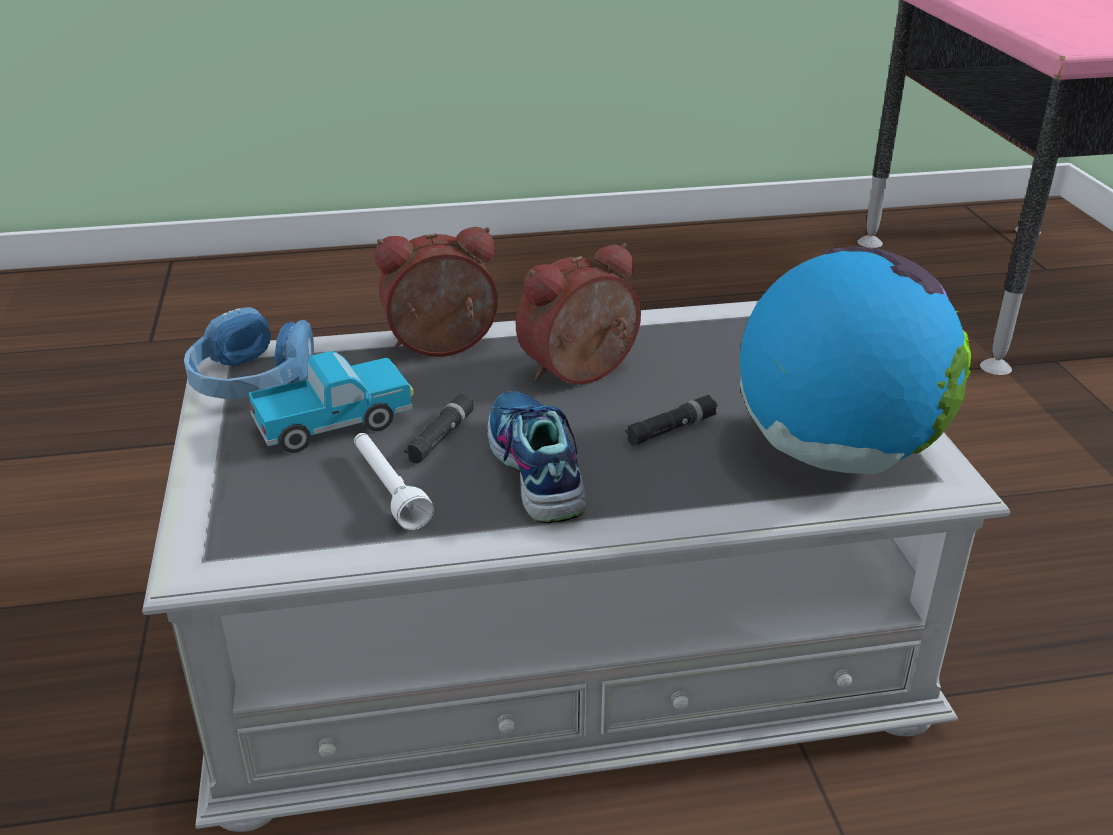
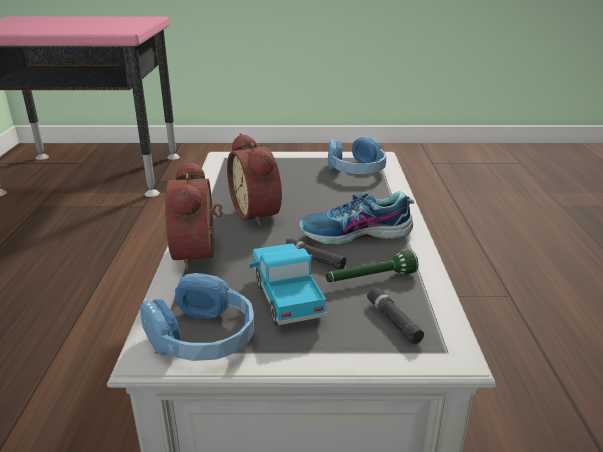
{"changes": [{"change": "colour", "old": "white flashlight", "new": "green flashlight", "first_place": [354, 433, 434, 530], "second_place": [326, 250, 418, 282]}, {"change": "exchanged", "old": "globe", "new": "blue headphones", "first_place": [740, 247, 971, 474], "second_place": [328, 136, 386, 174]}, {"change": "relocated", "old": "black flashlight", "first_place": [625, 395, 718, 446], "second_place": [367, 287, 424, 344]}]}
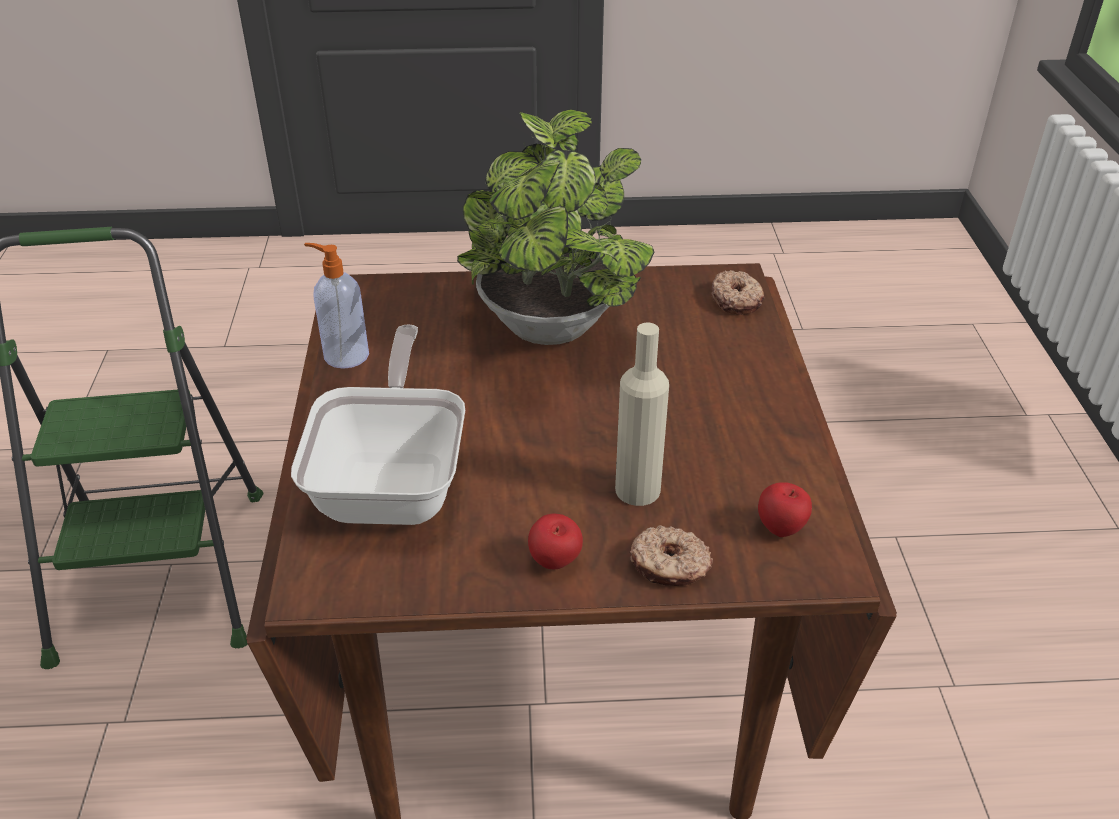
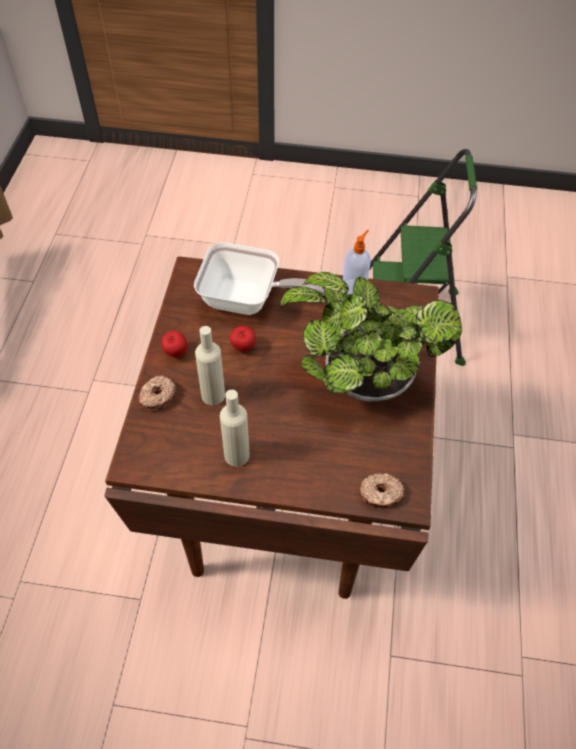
{"changes": [{"change": "appeared", "new": "beige bottle", "second_place": [220, 389, 250, 467]}, {"change": "relocated", "old": "apple", "first_place": [758, 482, 812, 537], "second_place": [230, 326, 256, 351]}]}
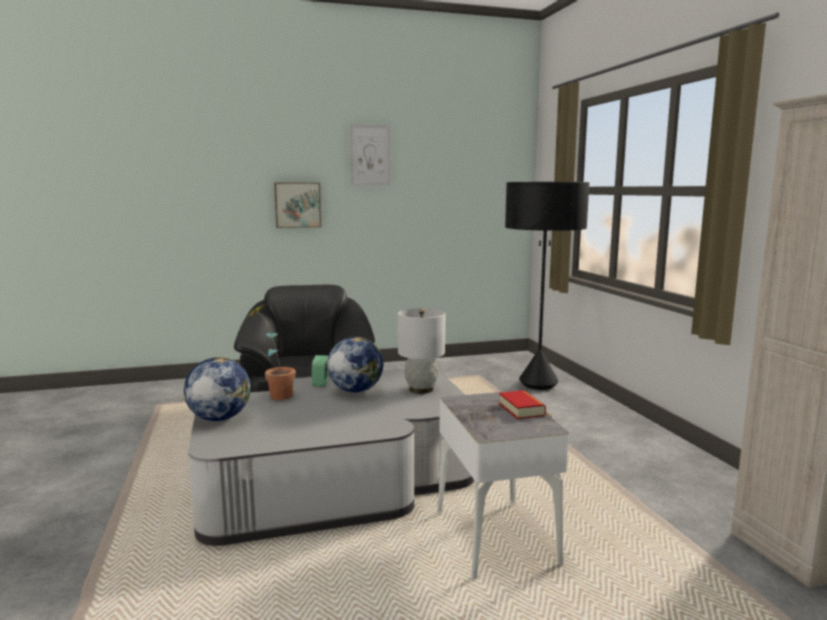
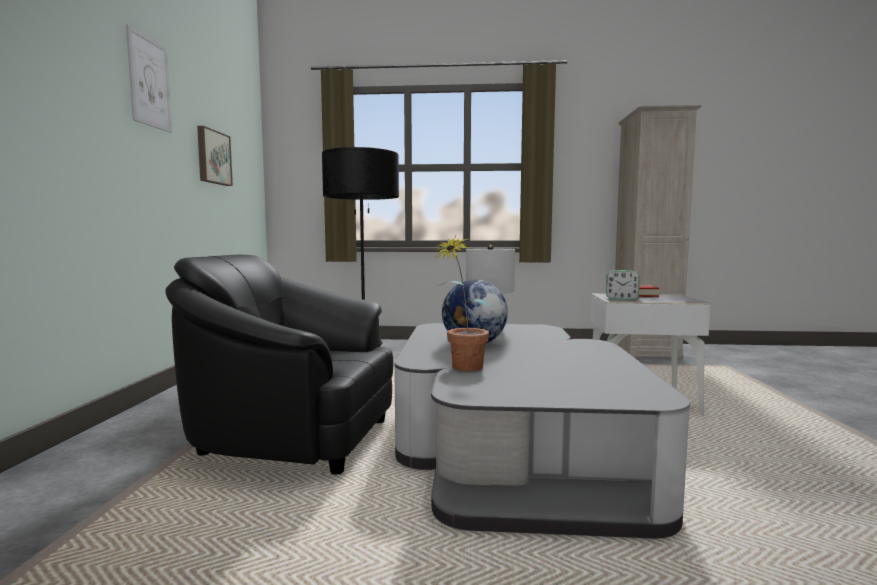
{"changes": [{"change": "relocated", "old": "picture", "first_place": [274, 183, 321, 228], "second_place": [197, 126, 233, 186]}, {"change": "relocated", "old": "alarm clock", "first_place": [312, 355, 329, 386], "second_place": [606, 270, 640, 300]}, {"change": "missing", "old": "globe", "first_place": [184, 357, 251, 421]}]}
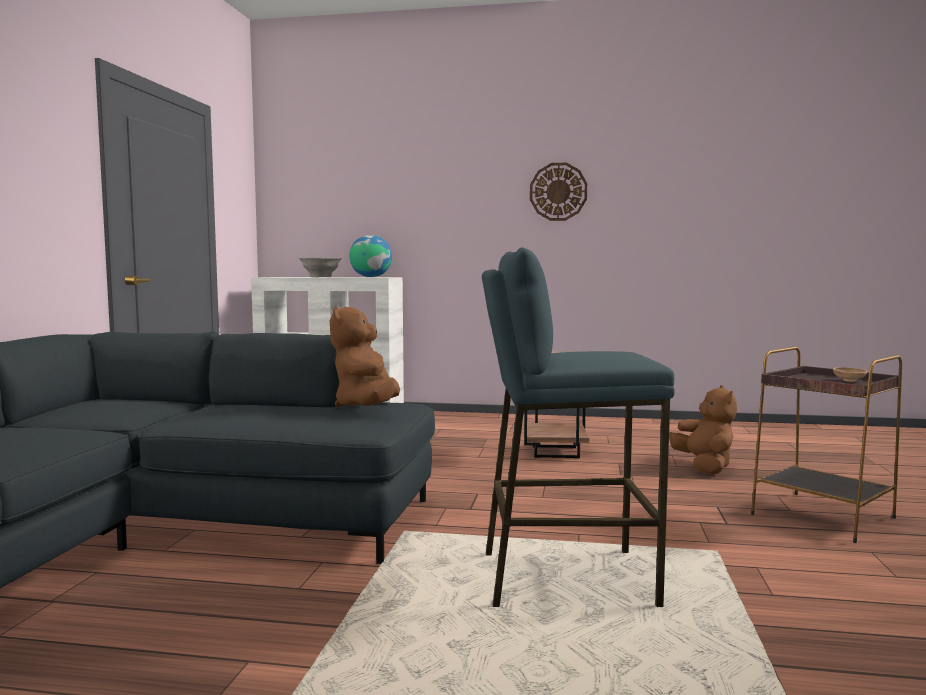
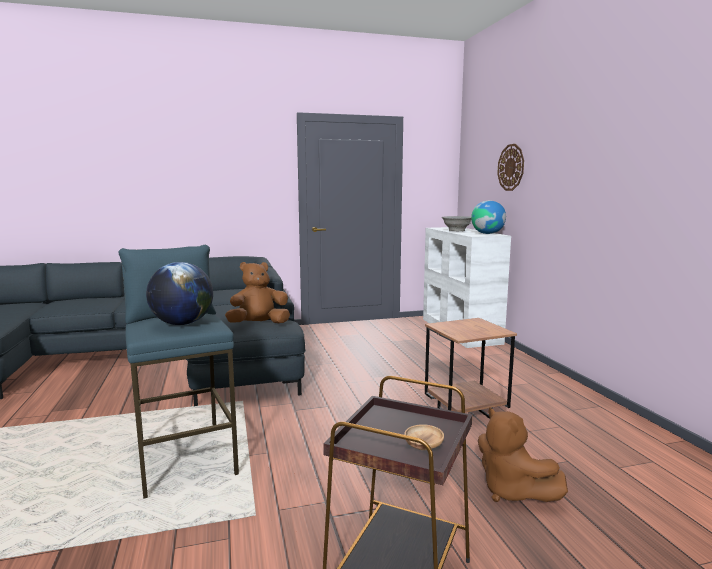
{"changes": [{"change": "appeared", "new": "globe", "second_place": [146, 262, 213, 325]}, {"change": "spun", "old": "brown plush toy", "first_place": [669, 385, 737, 474], "second_place": [478, 407, 568, 502], "degrees": 90}, {"change": "relocated", "old": "wall clock", "first_place": [530, 163, 587, 221], "second_place": [497, 144, 524, 191]}]}
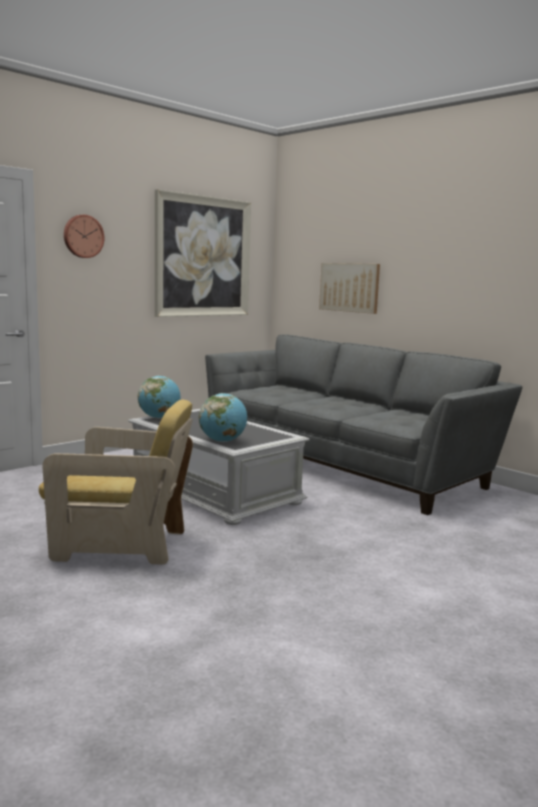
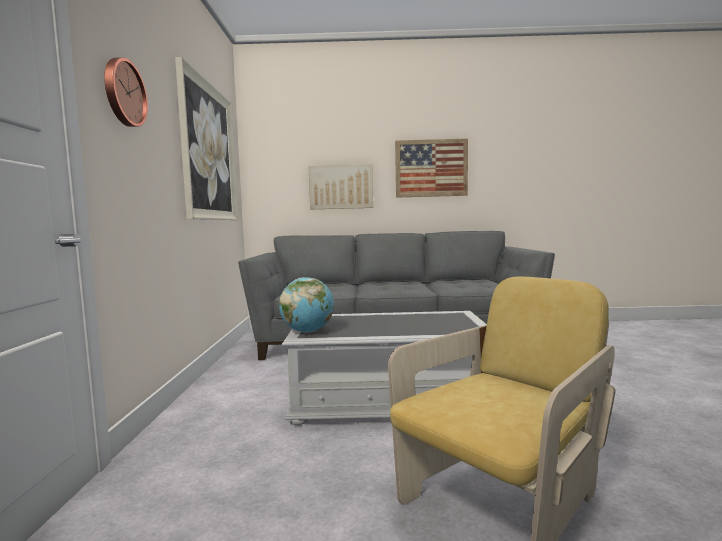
{"changes": [{"change": "appeared", "new": "picture", "second_place": [395, 139, 468, 198]}, {"change": "missing", "old": "globe", "first_place": [199, 393, 247, 442]}]}
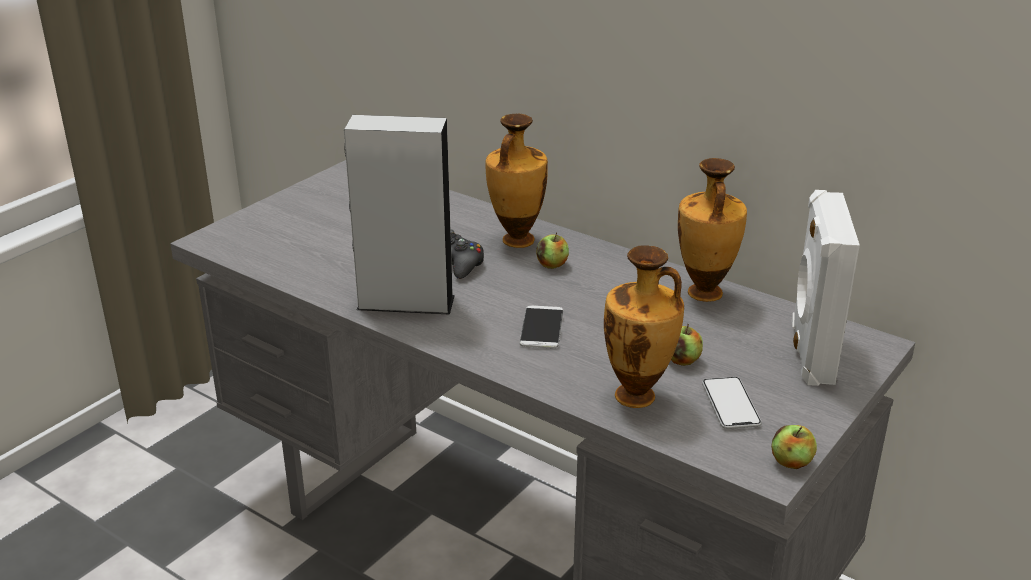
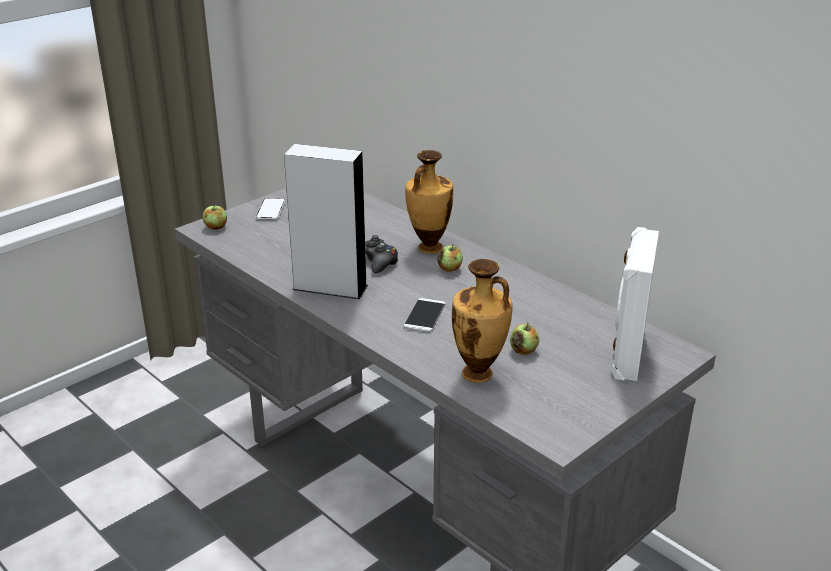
{"changes": [{"change": "relocated", "old": "apple", "first_place": [771, 425, 817, 469], "second_place": [202, 205, 227, 230]}, {"change": "relocated", "old": "phone", "first_place": [702, 377, 762, 429], "second_place": [255, 198, 286, 220]}, {"change": "missing", "old": "vase", "first_place": [678, 158, 747, 302]}]}
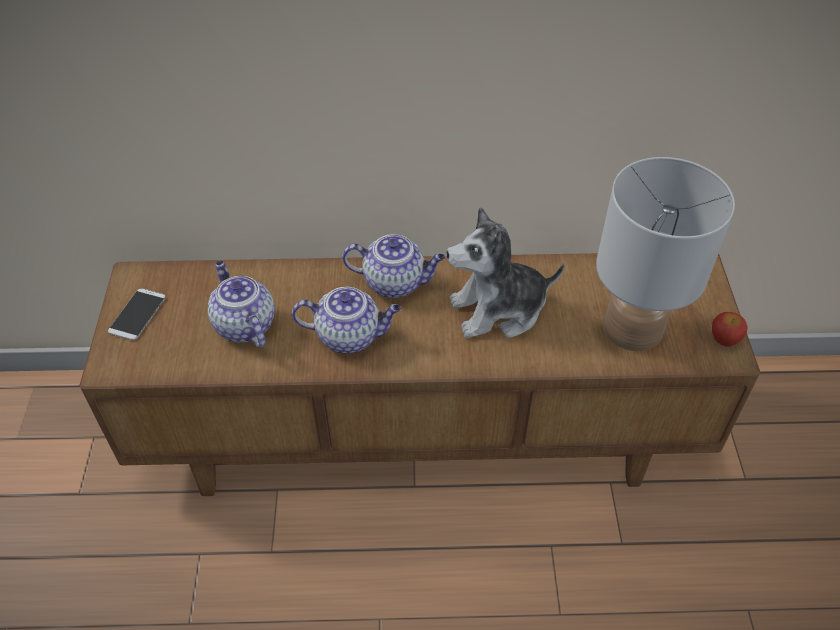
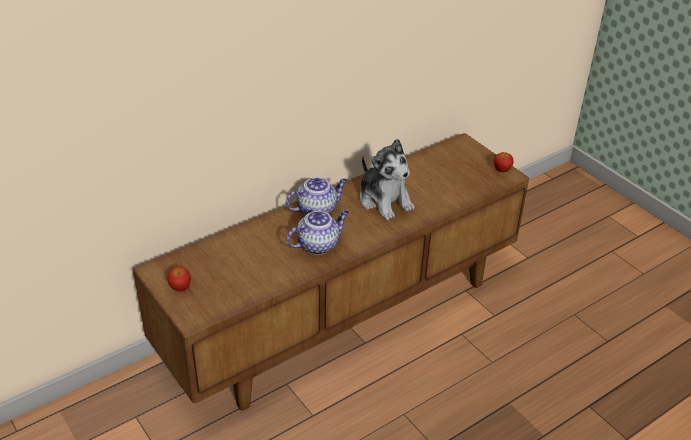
{"changes": [{"change": "exchanged", "old": "phone", "new": "apple", "first_place": [108, 288, 166, 340], "second_place": [167, 267, 191, 291]}, {"change": "spun", "old": "plush toy", "first_place": [447, 207, 565, 338], "second_place": [360, 139, 414, 220], "degrees": -75}, {"change": "missing", "old": "teapot", "first_place": [208, 261, 275, 348]}, {"change": "missing", "old": "grey table lamp", "first_place": [596, 157, 735, 351]}]}
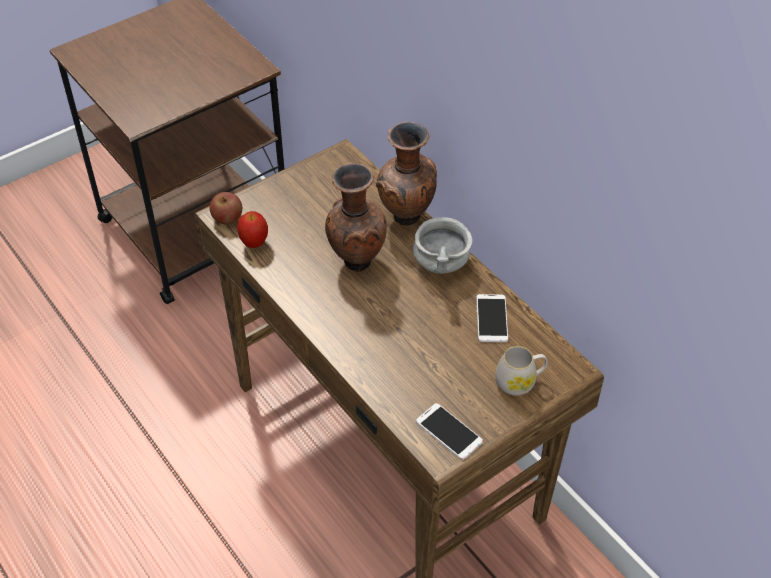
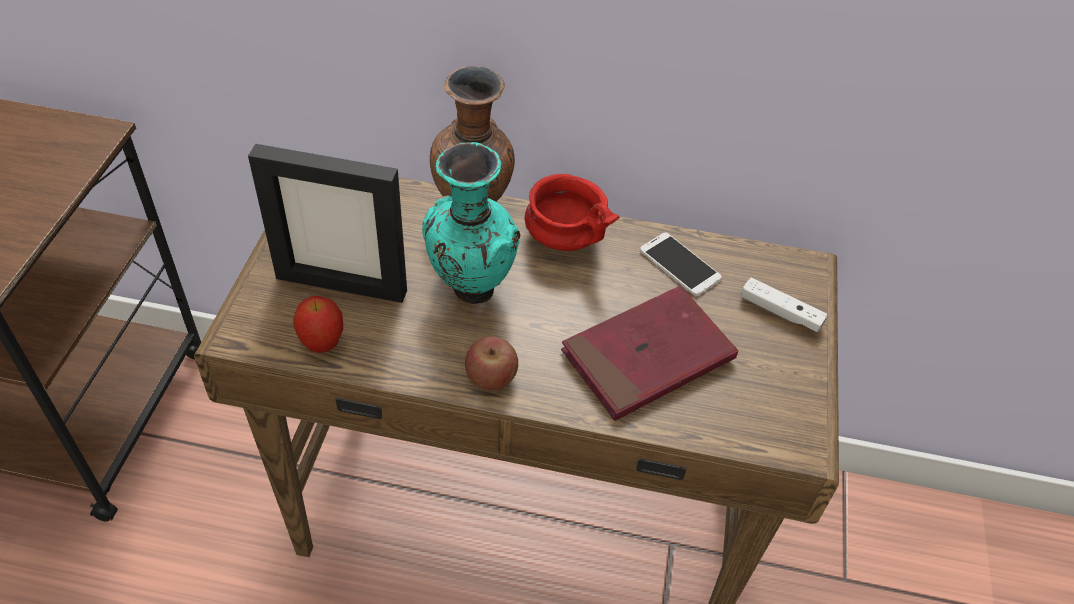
{"changes": [{"change": "appeared", "new": "picture frame", "second_place": [248, 144, 407, 303]}, {"change": "colour", "old": "brown vase", "new": "turquoise vase", "first_place": [325, 163, 387, 272], "second_place": [422, 142, 520, 304]}, {"change": "relocated", "old": "apple", "first_place": [210, 192, 242, 224], "second_place": [465, 337, 518, 390]}, {"change": "colour", "old": "grey bowl", "new": "red bowl", "first_place": [413, 217, 473, 274], "second_place": [524, 174, 619, 251]}, {"change": "appeared", "new": "red book", "second_place": [561, 286, 738, 421]}, {"change": "exchanged", "old": "white mug", "new": "white game controller", "first_place": [495, 346, 548, 395], "second_place": [741, 277, 827, 332]}, {"change": "missing", "old": "phone", "first_place": [416, 403, 483, 460]}]}
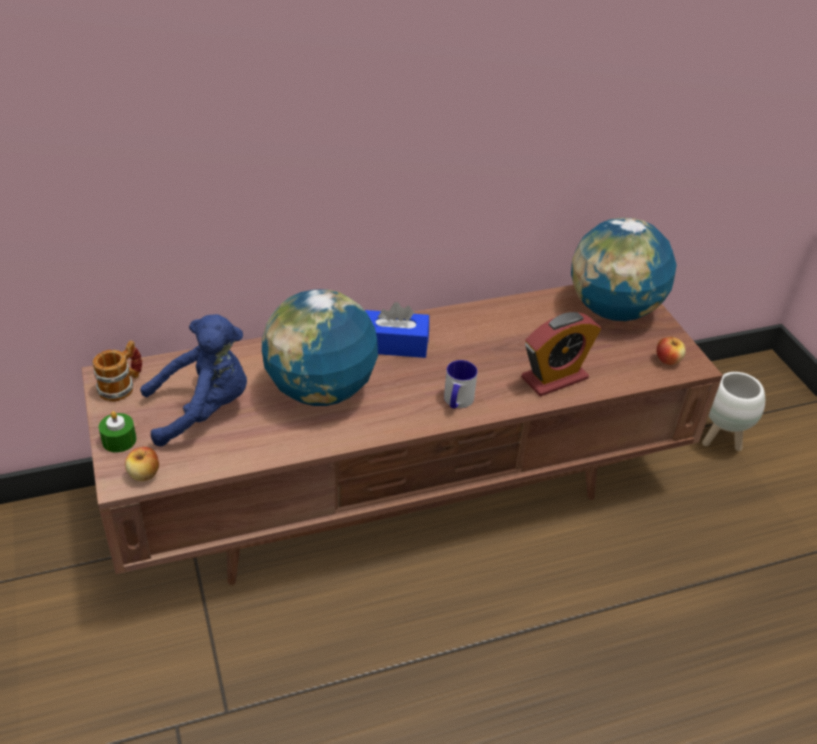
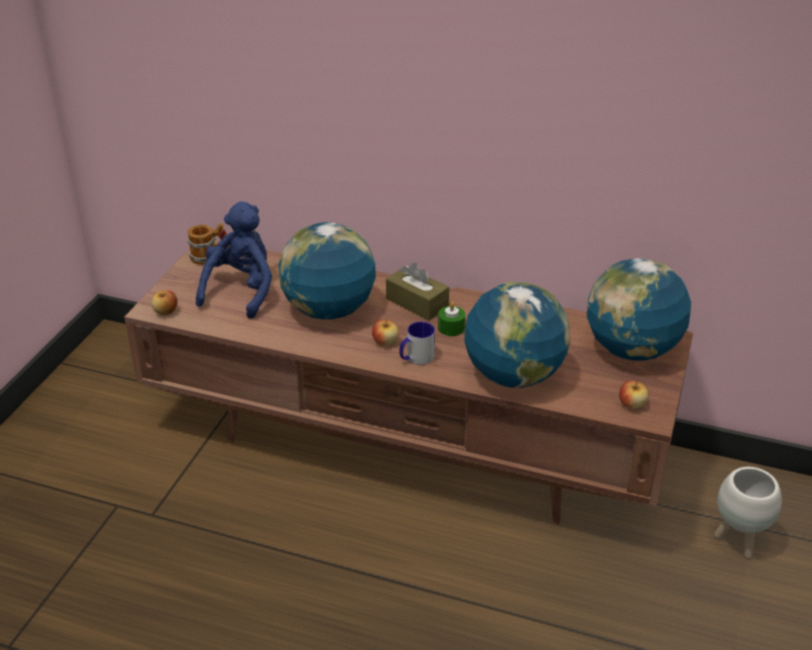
{"changes": [{"change": "spun", "old": "blue plush toy", "first_place": [140, 314, 247, 447], "second_place": [196, 202, 272, 319], "degrees": -90}, {"change": "appeared", "new": "apple", "second_place": [372, 318, 399, 346]}, {"change": "colour", "old": "blue tissue box", "new": "brown tissue box", "first_place": [365, 302, 429, 358], "second_place": [386, 263, 449, 321]}, {"change": "relocated", "old": "green candle", "first_place": [99, 411, 137, 453], "second_place": [438, 302, 465, 336]}, {"change": "exchanged", "old": "alarm clock", "new": "globe", "first_place": [522, 312, 601, 396], "second_place": [464, 282, 571, 388]}]}
